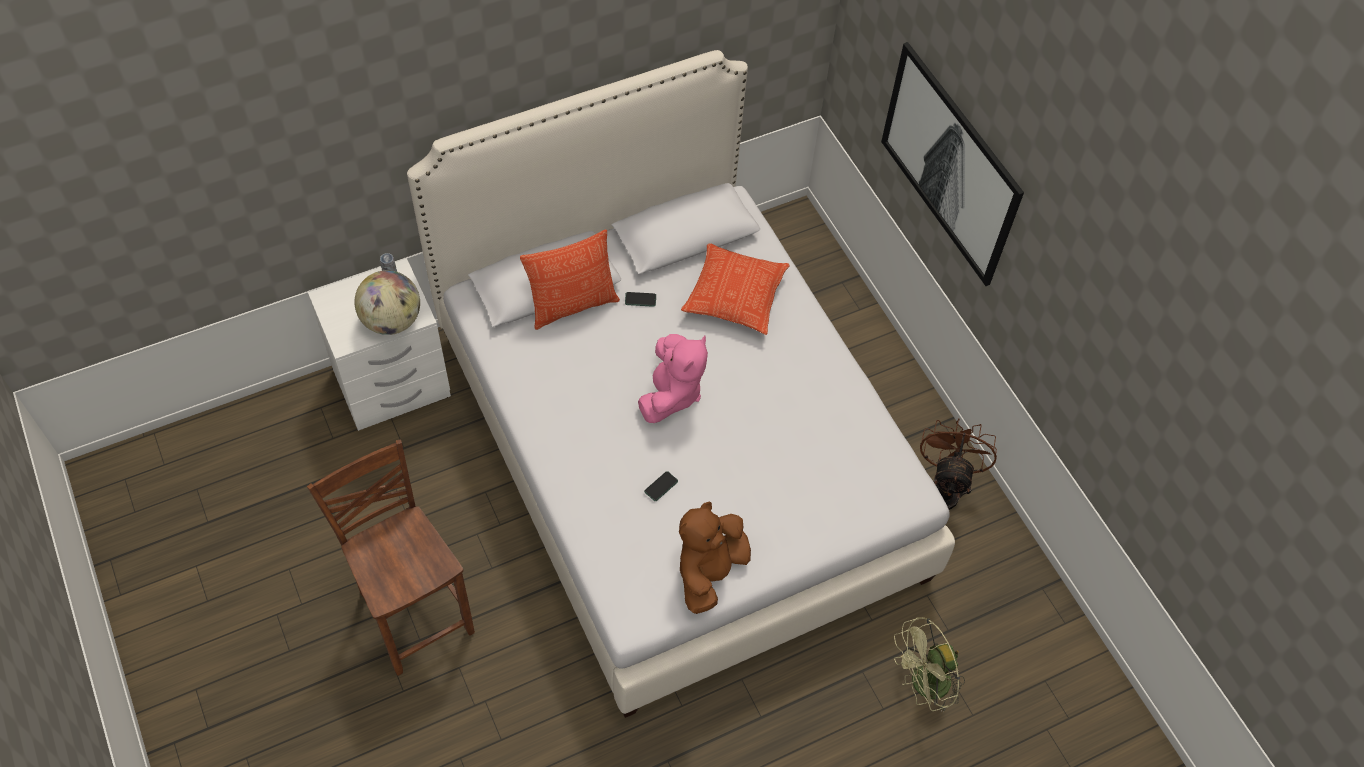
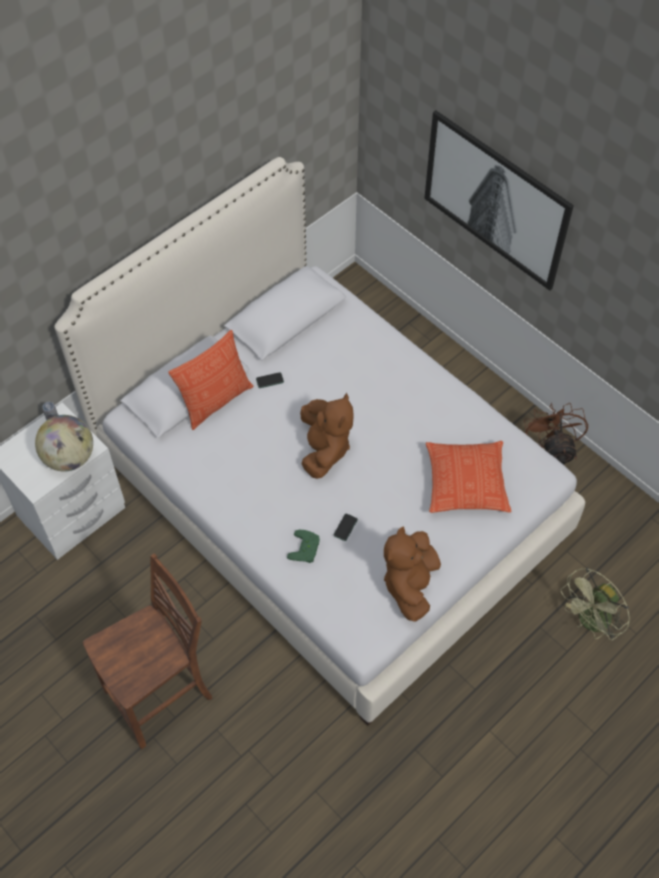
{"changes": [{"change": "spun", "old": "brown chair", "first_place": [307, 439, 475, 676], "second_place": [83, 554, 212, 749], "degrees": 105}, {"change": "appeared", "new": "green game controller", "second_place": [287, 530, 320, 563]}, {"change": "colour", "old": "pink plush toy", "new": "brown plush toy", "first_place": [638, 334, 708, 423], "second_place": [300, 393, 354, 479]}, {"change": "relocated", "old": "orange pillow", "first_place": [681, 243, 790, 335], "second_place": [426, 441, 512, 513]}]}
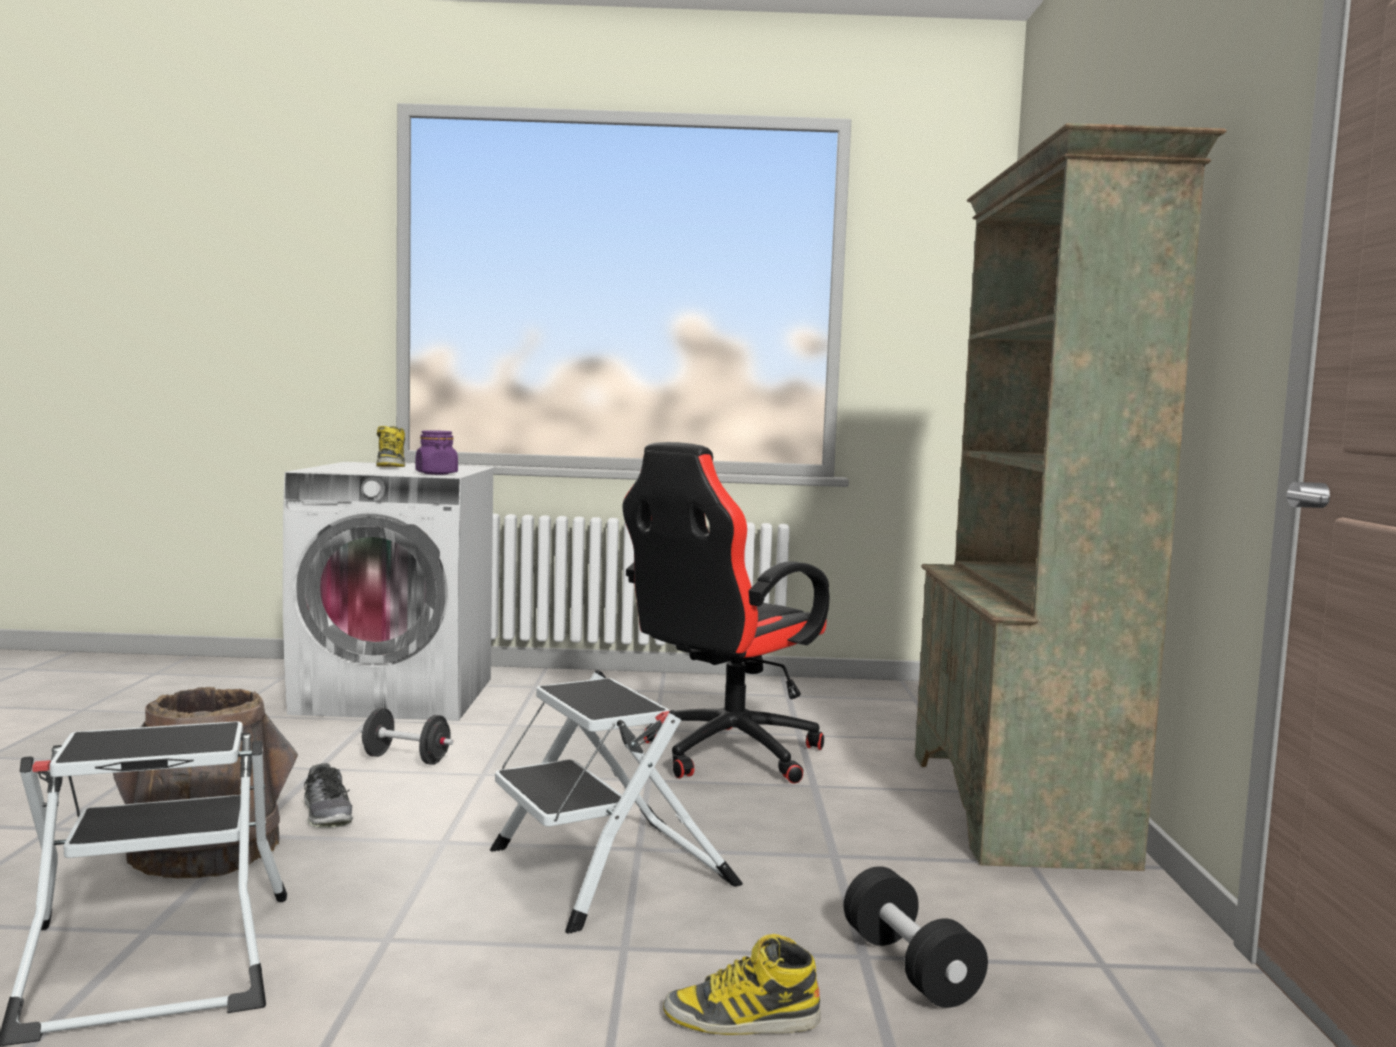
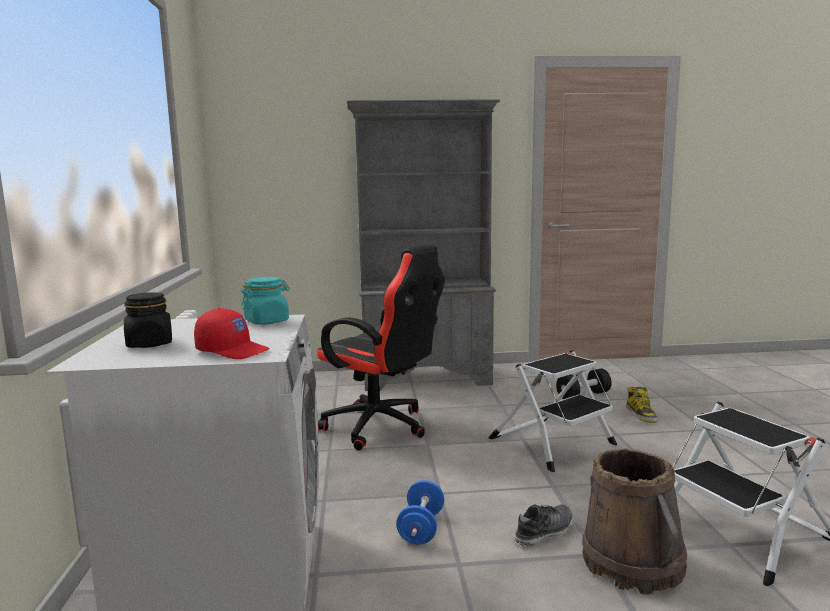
{"changes": [{"change": "exchanged", "old": "boot", "new": "black jar", "first_place": [376, 426, 405, 467], "second_place": [124, 292, 172, 348]}, {"change": "appeared", "new": "red cap", "second_place": [194, 308, 270, 359]}, {"change": "colour", "old": "purple jar", "new": "turquoise jar", "first_place": [415, 430, 458, 475], "second_place": [241, 277, 290, 325]}, {"change": "colour", "old": "green bookcase", "new": "grey bookcase", "first_place": [915, 123, 1227, 871], "second_place": [347, 99, 500, 391]}, {"change": "colour", "old": "black dumbbell", "new": "blue dumbbell", "first_place": [360, 708, 453, 765], "second_place": [396, 480, 444, 545]}]}
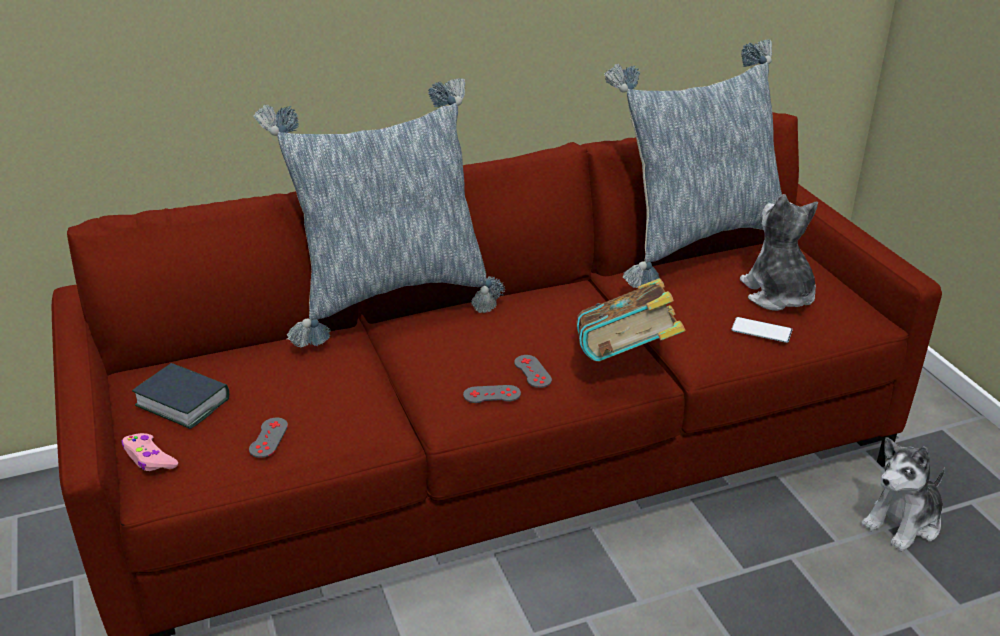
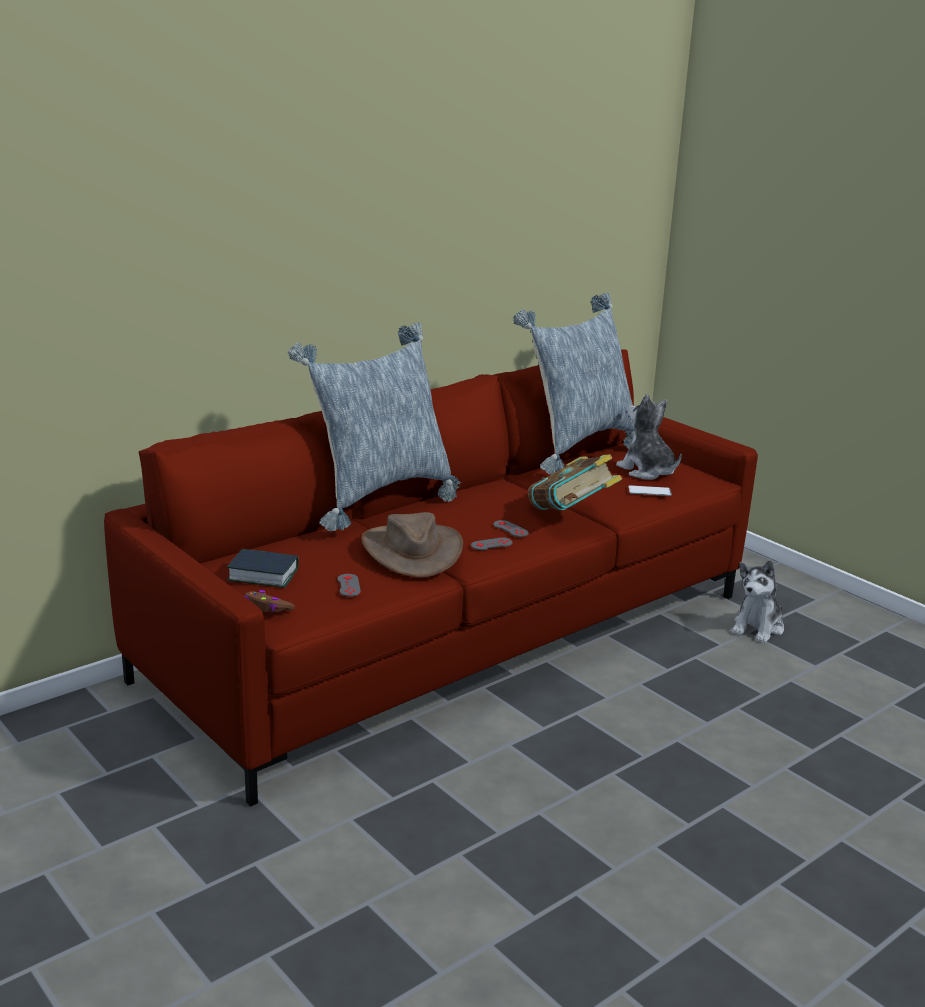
{"changes": [{"change": "colour", "old": "pink game controller", "new": "brown game controller", "first_place": [122, 433, 178, 471], "second_place": [244, 590, 295, 612]}, {"change": "appeared", "new": "brown hat", "second_place": [361, 512, 463, 578]}]}
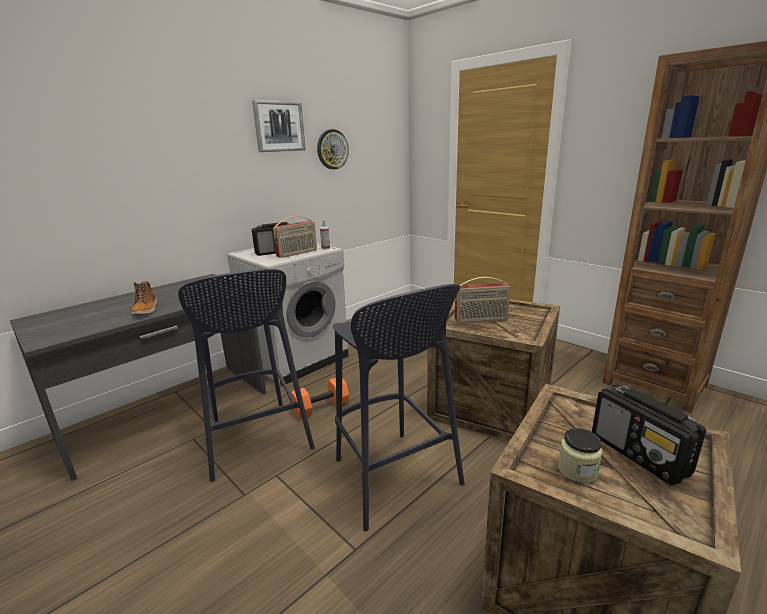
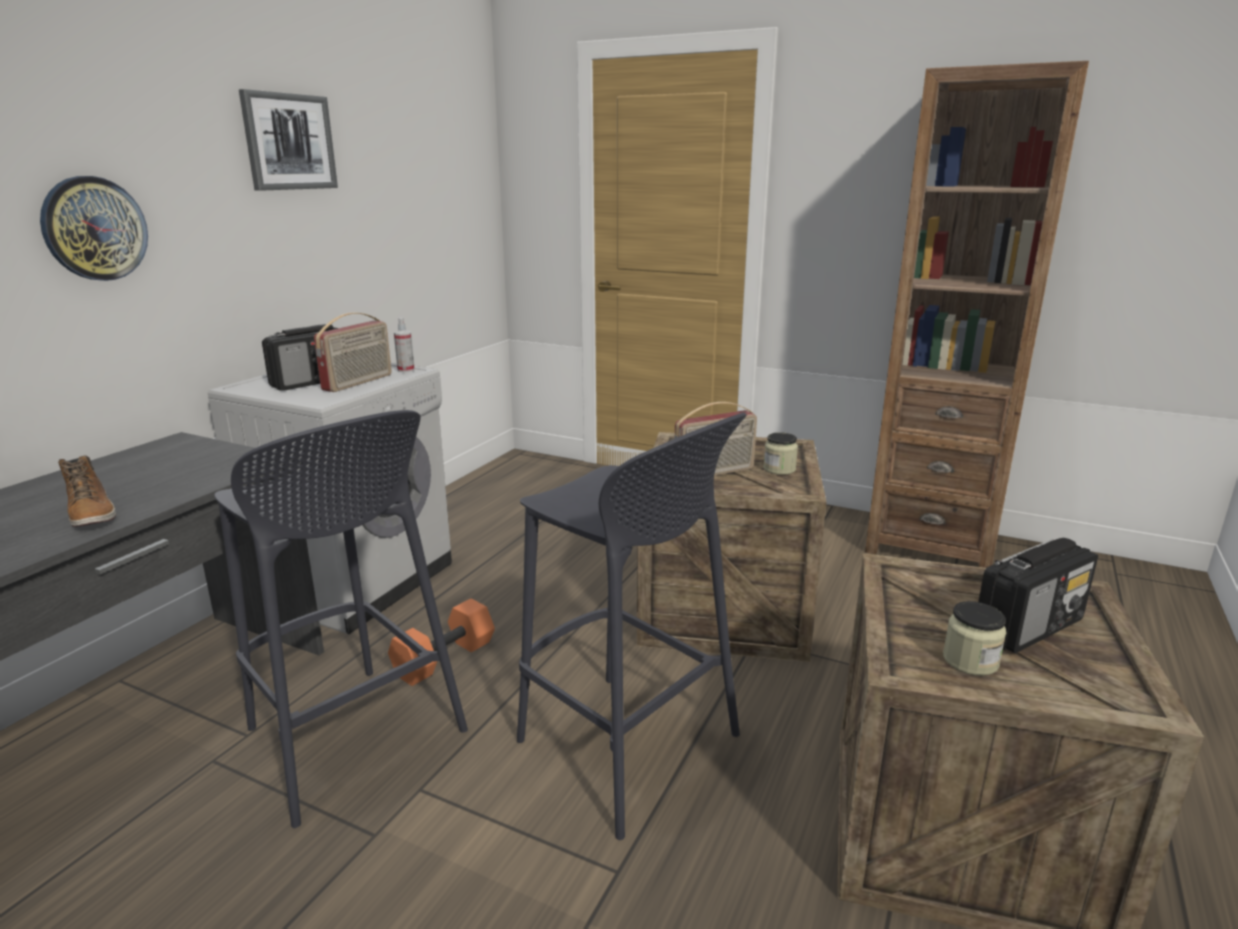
{"changes": [{"change": "relocated", "old": "wall clock", "first_place": [317, 129, 349, 170], "second_place": [40, 176, 148, 281]}, {"change": "appeared", "new": "jar", "second_place": [763, 432, 798, 475]}, {"change": "spun", "old": "radio", "first_place": [592, 384, 706, 485], "second_place": [978, 538, 1098, 653], "degrees": -75}]}
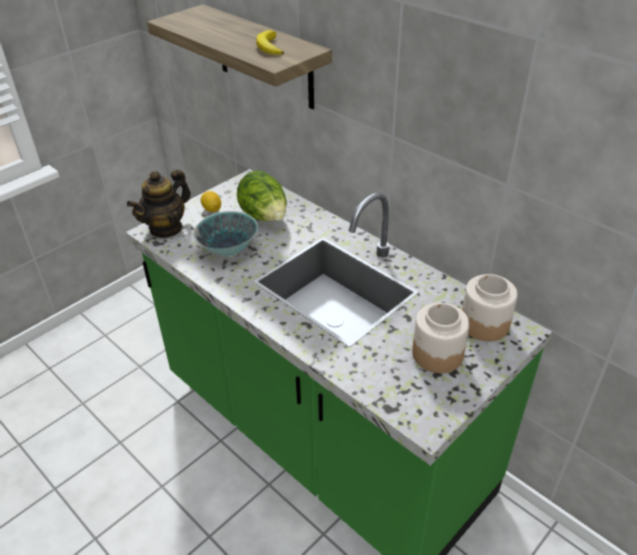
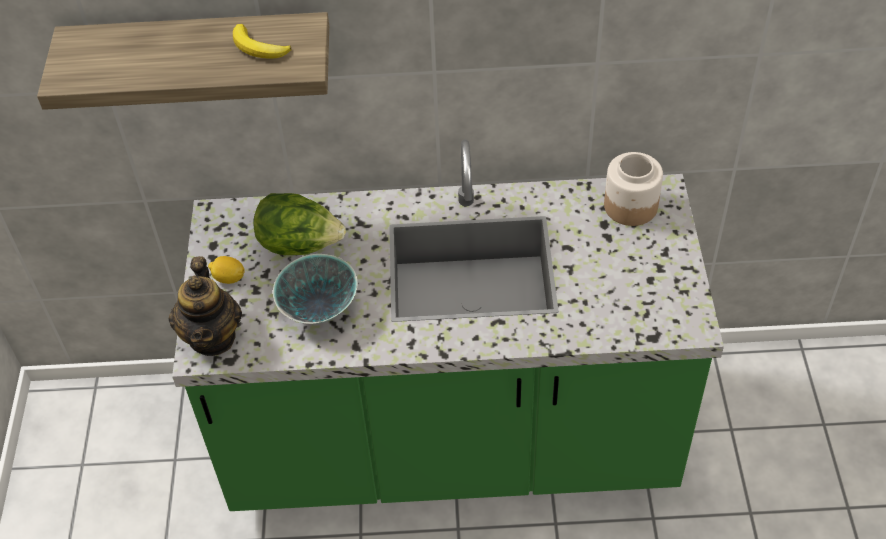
{"changes": [{"change": "missing", "old": "jar", "first_place": [412, 303, 470, 373]}]}
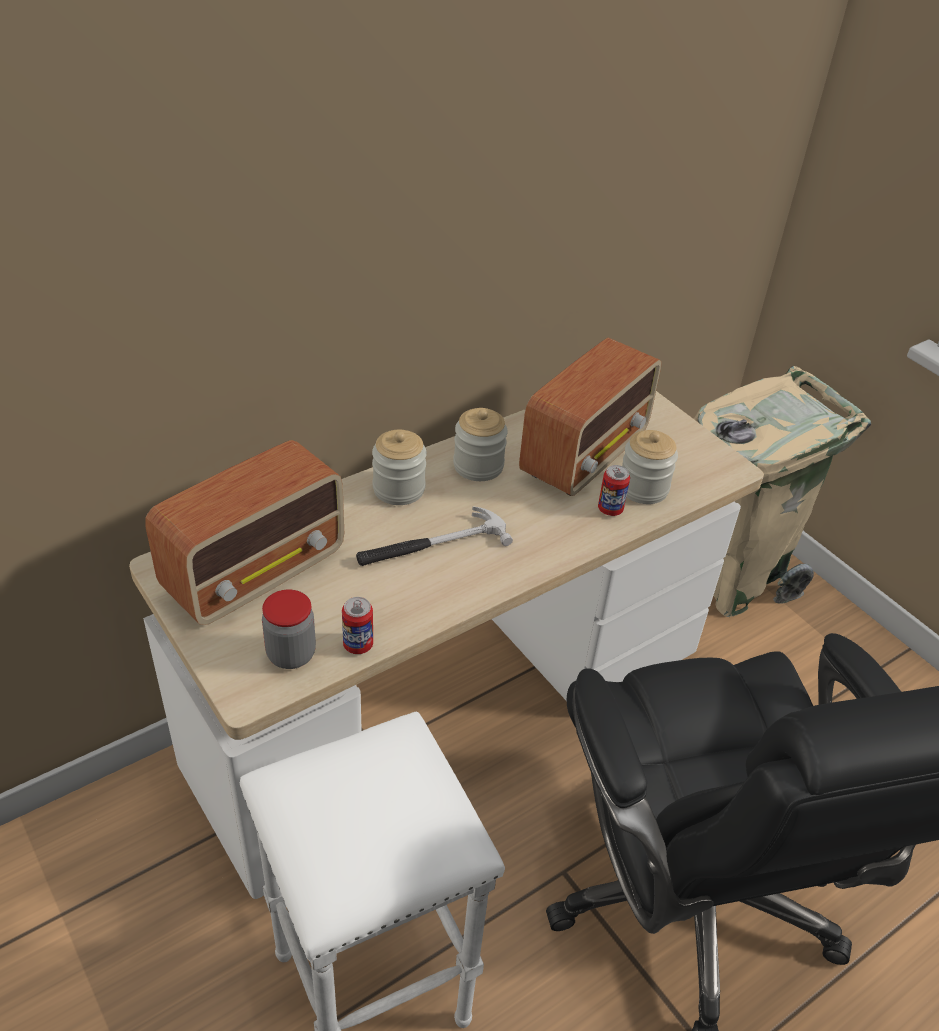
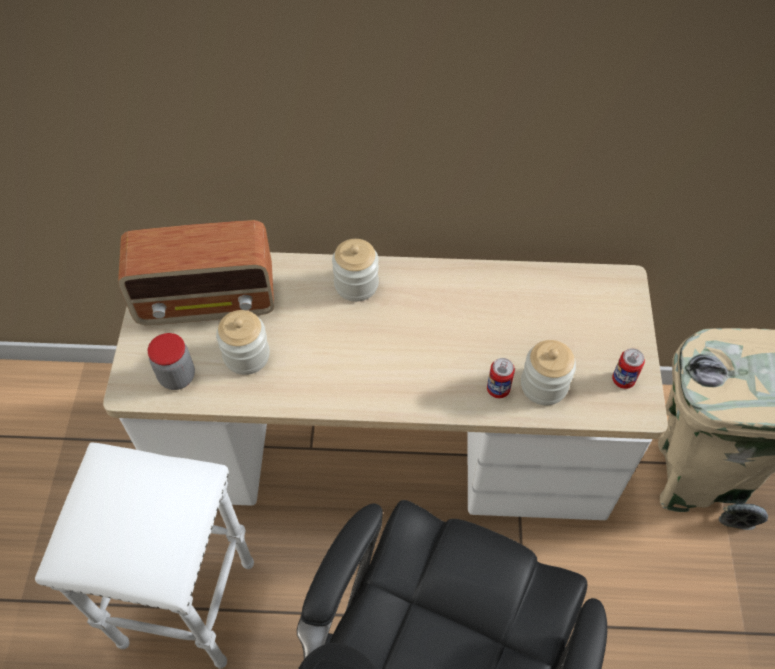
{"changes": [{"change": "relocated", "old": "jar", "first_place": [453, 408, 508, 481], "second_place": [216, 310, 270, 375]}, {"change": "relocated", "old": "can", "first_place": [342, 597, 373, 654], "second_place": [612, 348, 645, 389]}, {"change": "missing", "old": "hammer", "first_place": [356, 507, 513, 566]}, {"change": "missing", "old": "radio", "first_place": [519, 338, 662, 496]}]}
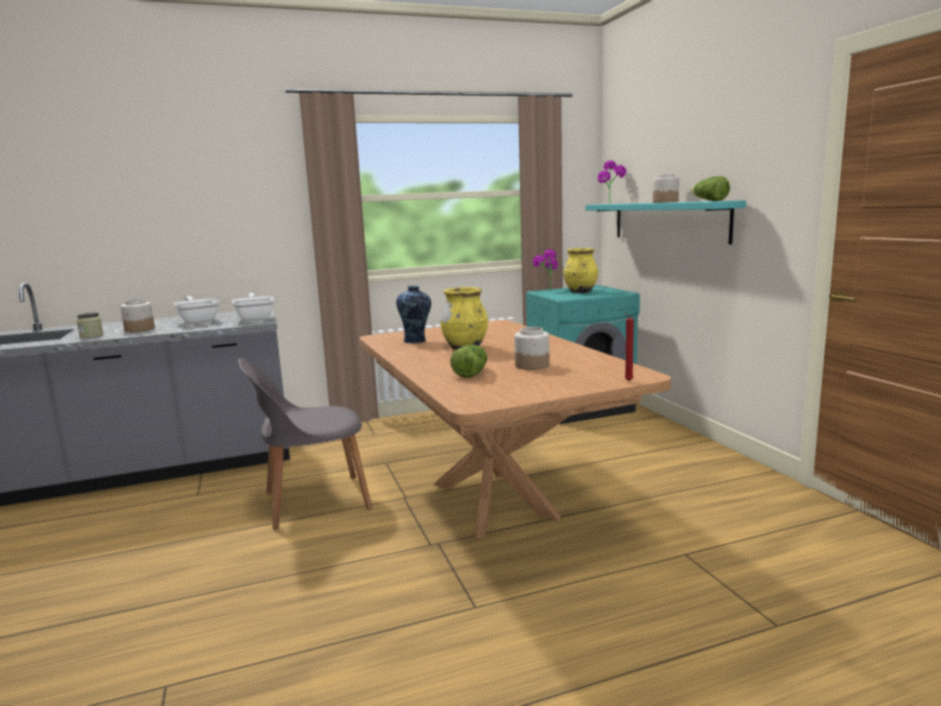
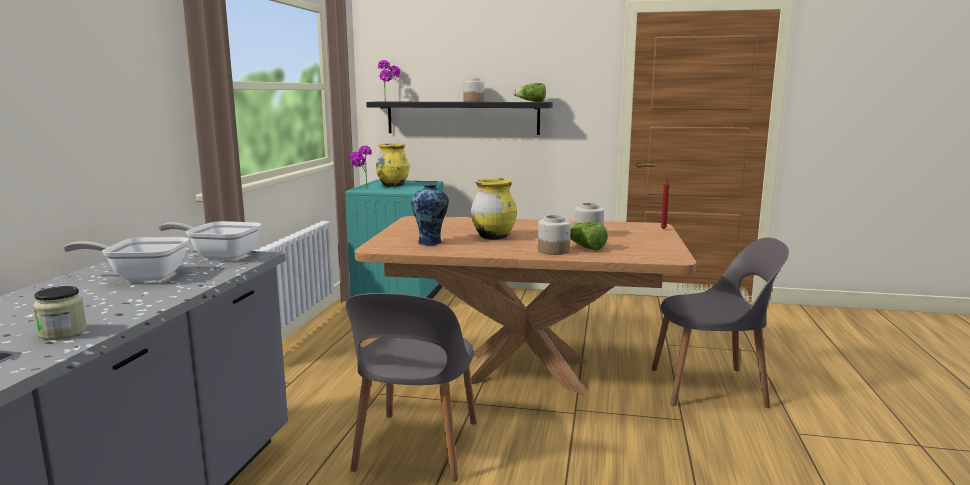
{"changes": [{"change": "colour", "old": "turquoise shelf", "new": "black shelf", "first_place": [585, 200, 746, 244], "second_place": [366, 102, 553, 135]}, {"change": "relocated", "old": "jar", "first_place": [120, 299, 155, 332], "second_place": [538, 215, 571, 255]}, {"change": "appeared", "new": "grey chair", "second_place": [651, 238, 789, 408]}]}
